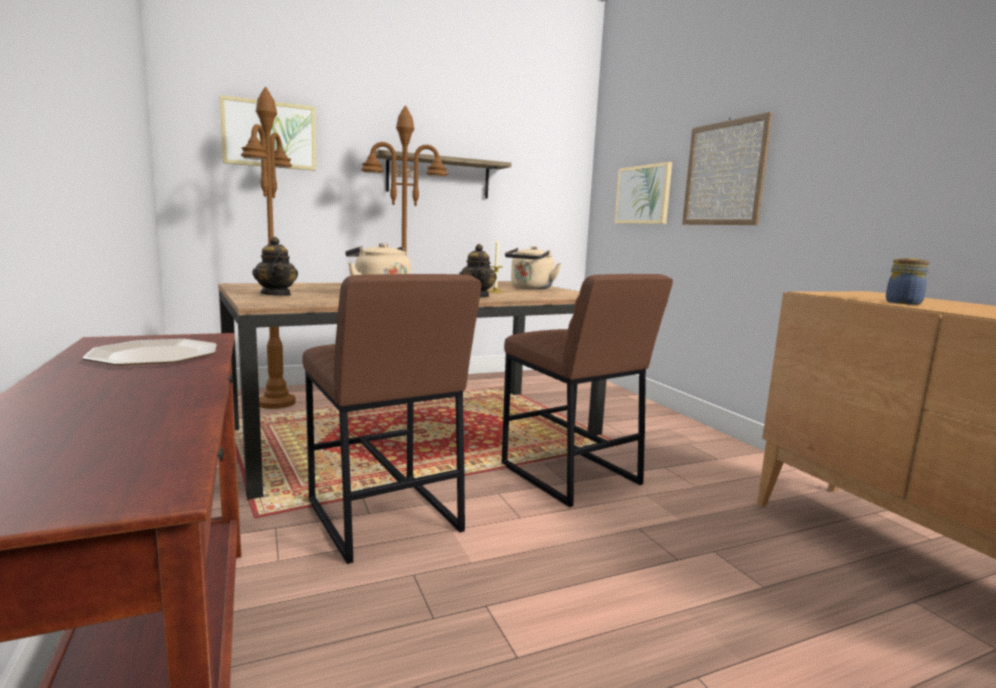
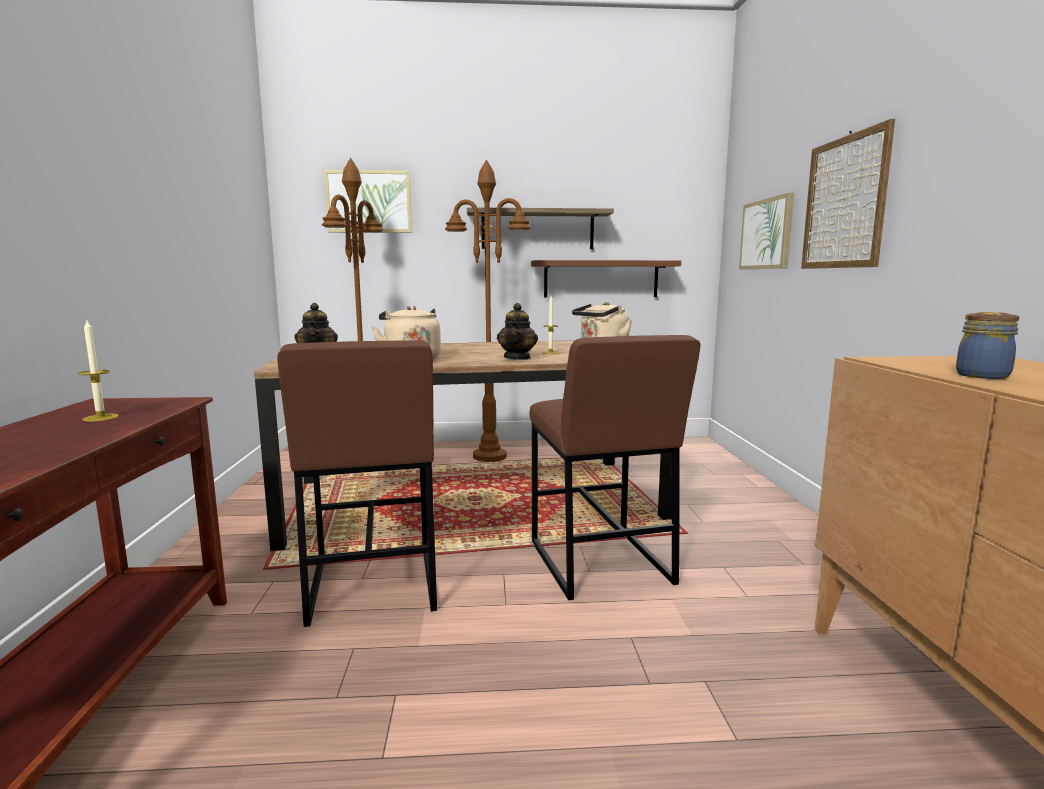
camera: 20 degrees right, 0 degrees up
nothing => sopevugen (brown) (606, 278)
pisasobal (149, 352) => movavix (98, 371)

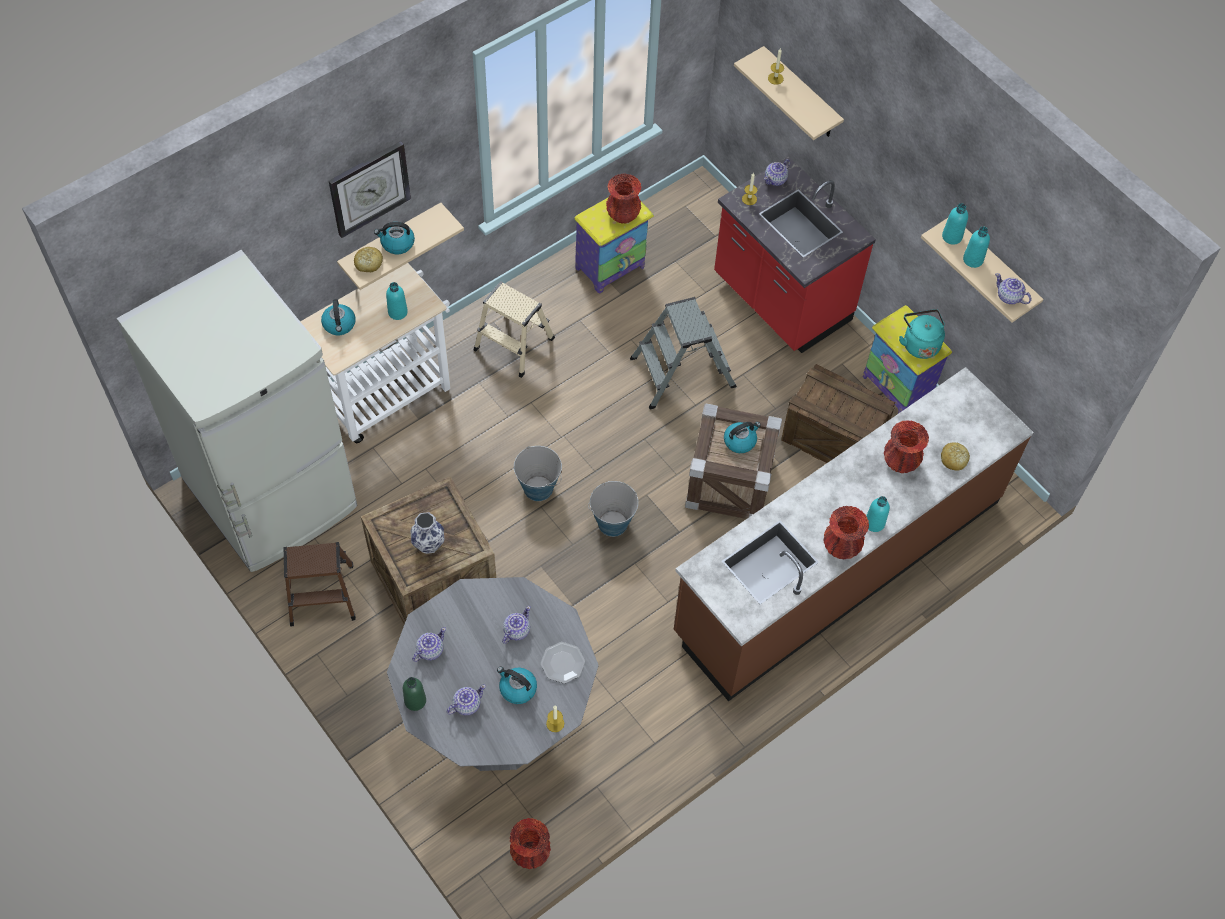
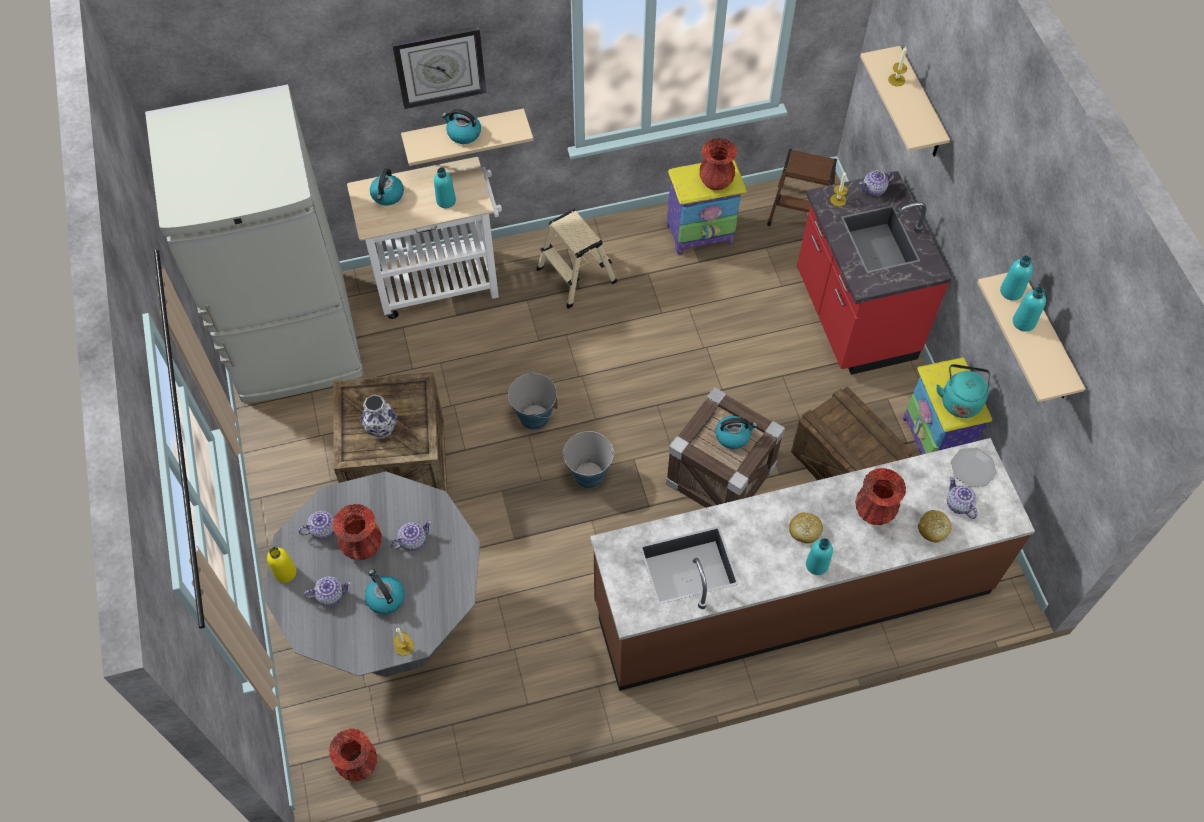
camera: 25 degrees right, 0 degrees up
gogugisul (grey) (683, 353) => nothing
gogugisul (brown) (320, 584) => gogugisul (brown) (802, 187), relocated
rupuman (368, 259) => rupuman (806, 528), relocated
pisasobal (563, 662) => pisasobal (974, 467), relocated
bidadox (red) (846, 532) => bidadox (red) (357, 532), relocated
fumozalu (1013, 288) => fumozalu (962, 497), relocated
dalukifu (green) (414, 694) => dalukifu (yellow) (281, 565)

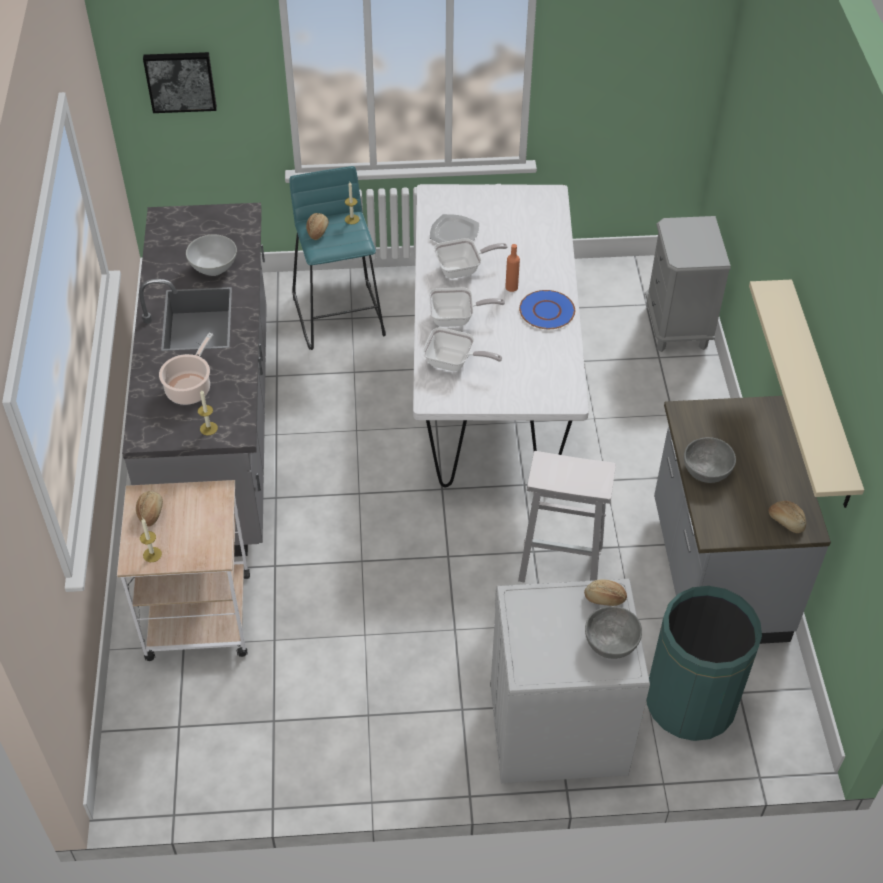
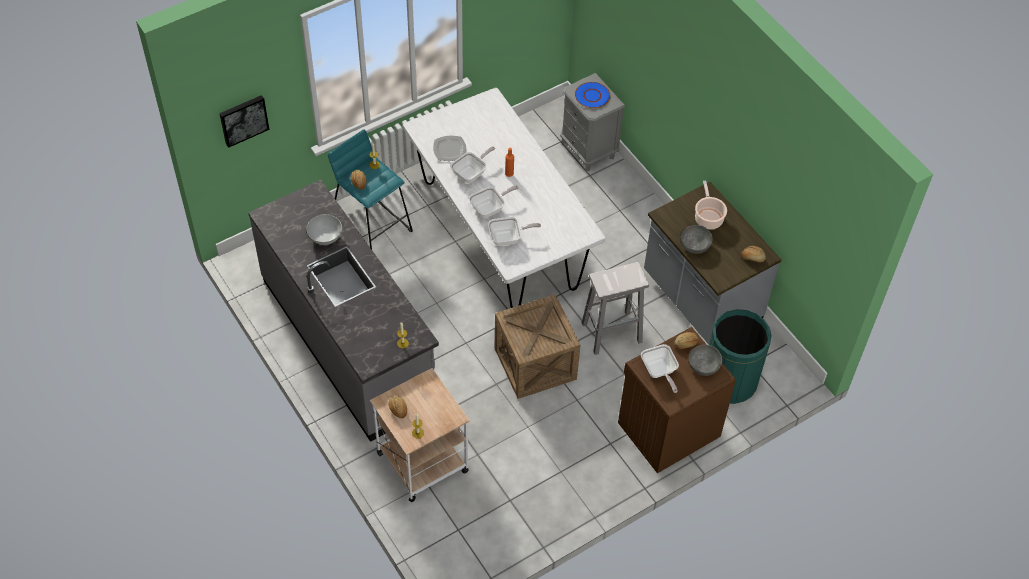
camera: 30 degrees left, 5 degrees up
sopevugen (beige) (806, 393) => nothing
nothing => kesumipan (537, 346)
nothing => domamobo (660, 368)
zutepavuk (186, 369) => zutepavuk (711, 205), relocated
pisasobal (blue) (547, 309) => pisasobal (blue) (592, 95), relocated
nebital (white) (570, 681) => nebital (brown) (677, 400)

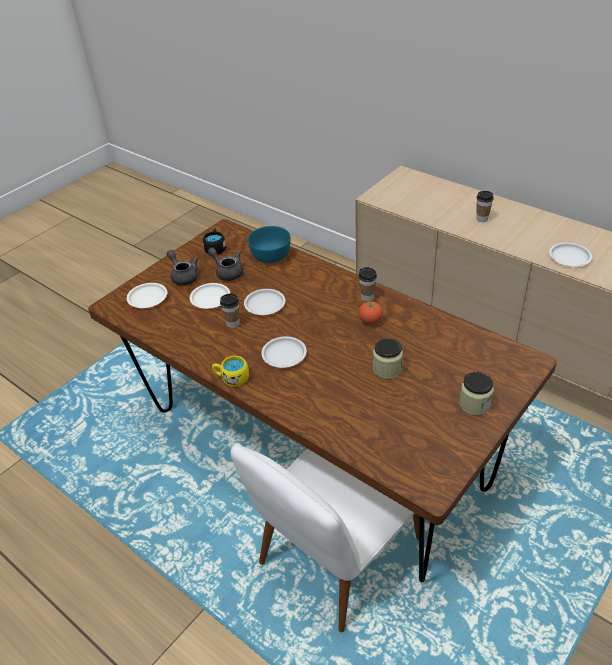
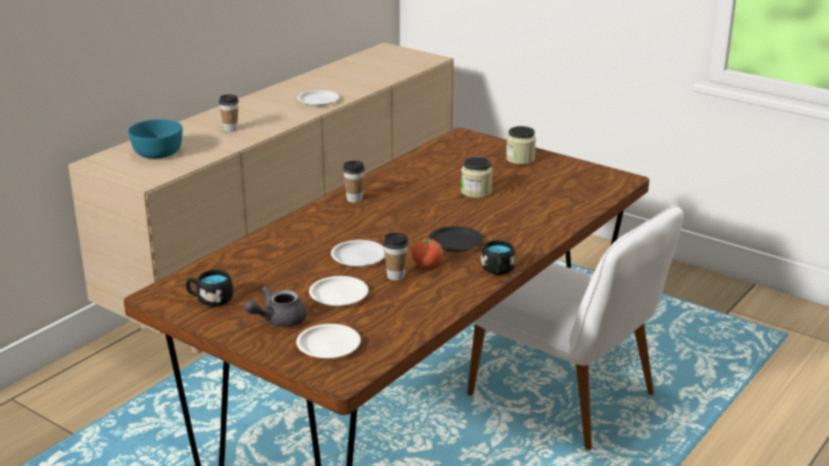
camera: 95 degrees left, 15 degrees down
fumozalu (grey) (225, 264) => nothing
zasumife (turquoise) (269, 244) => zasumife (turquoise) (155, 139), relocated
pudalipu (370, 312) => pudalipu (427, 253), relocated
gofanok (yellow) (230, 371) => gofanok (black) (498, 257)
pisasobal (white) (284, 352) => pisasobal (black) (456, 239)

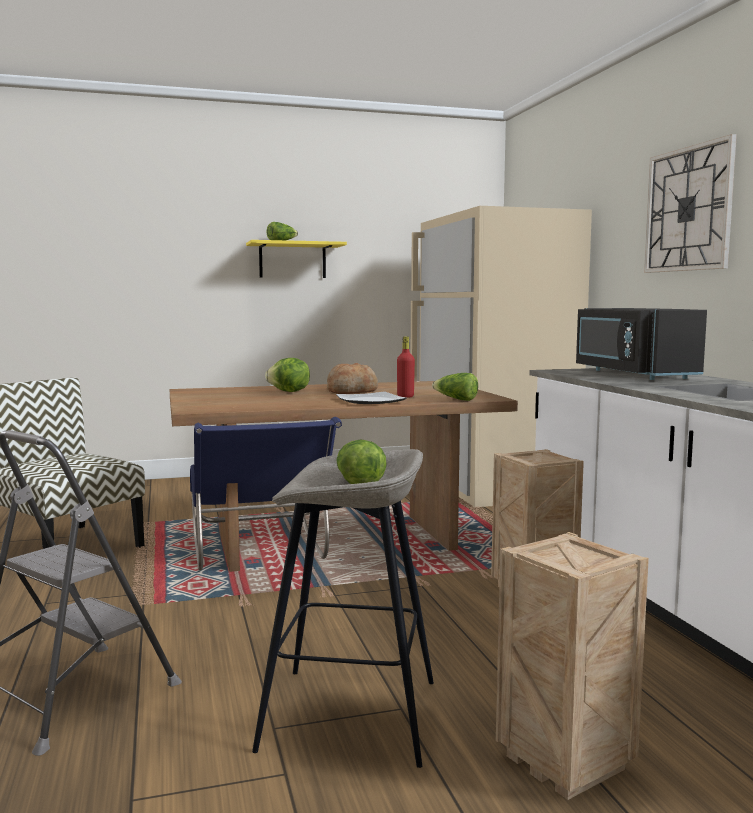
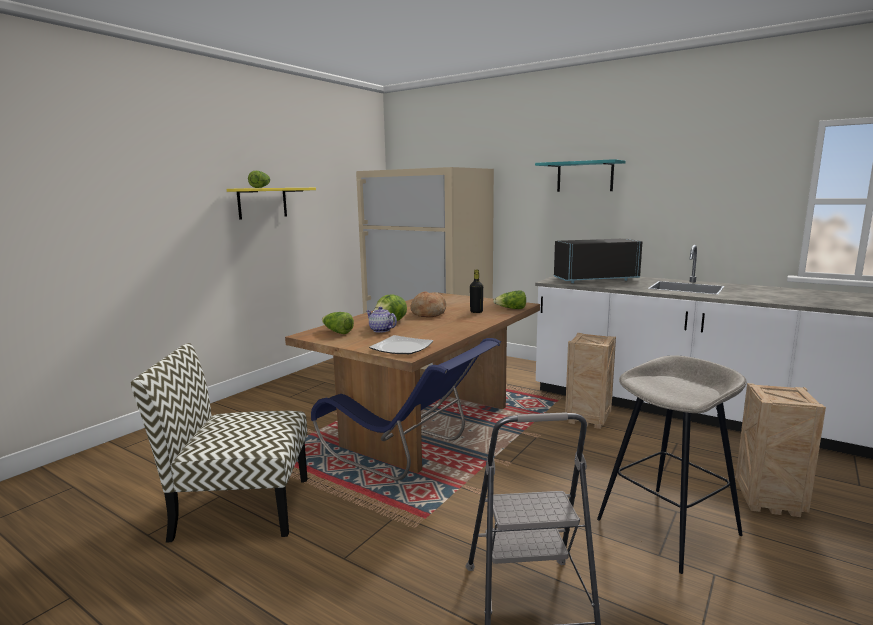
camera: 40 degrees left, 5 degrees up
nothing => fumozalu (381, 320)
pisasobal (371, 398) => pisasobal (401, 344), relocated
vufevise (361, 462) => vufevise (338, 323), relocated
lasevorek (690, 203) => sopevugen (turquoise) (580, 175)
dalukifu (red) (406, 367) => dalukifu (black) (476, 291)
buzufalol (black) (641, 344) => buzufalol (black) (598, 261), 135 degrees clockwise

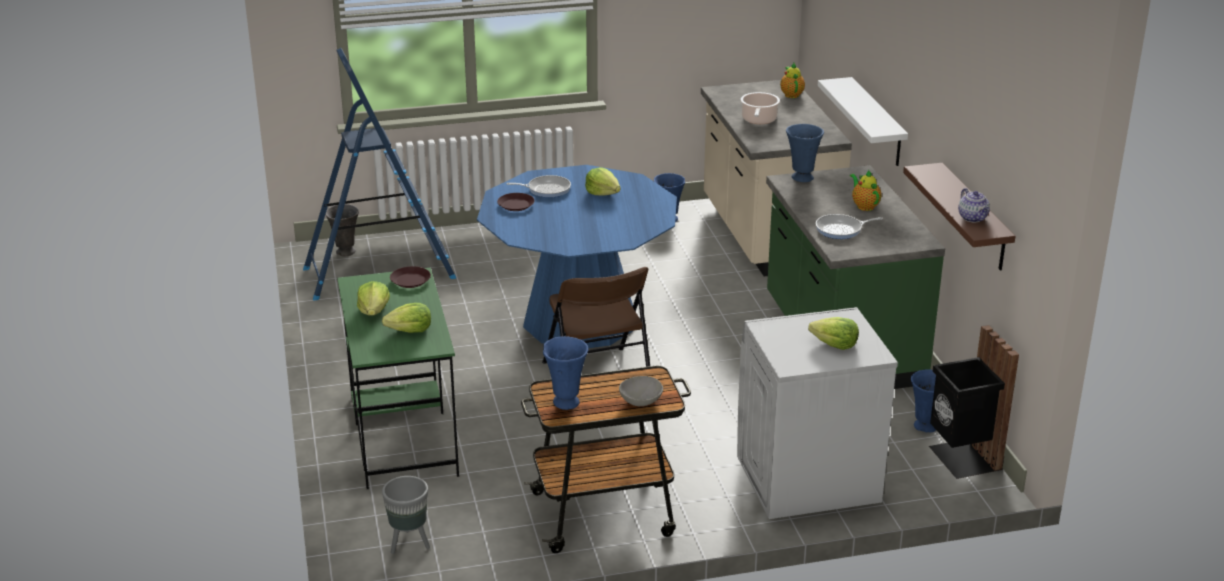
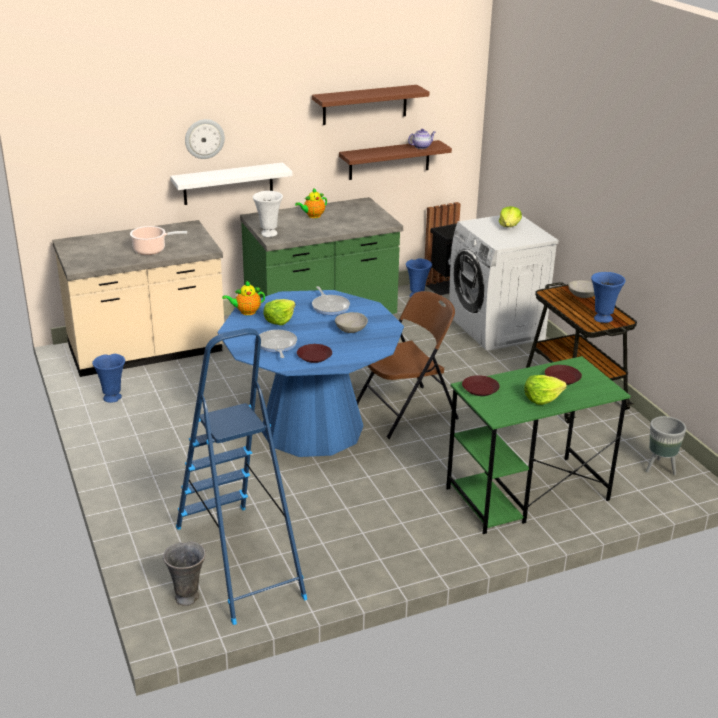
camera: 100 degrees left, 0 degrees up
nothing => lasevorek (205, 139)
nothing => sopevugen (brown) (370, 105)
nothing => zasumife (grey) (351, 322)
fumozalu (792, 80) => fumozalu (243, 297), relocated
domamobo (849, 226) => domamobo (331, 300), relocated
vufevise (406, 318) => pisasobal (brown) (563, 375)
bidadox (blue) (805, 153) => bidadox (white) (268, 214)

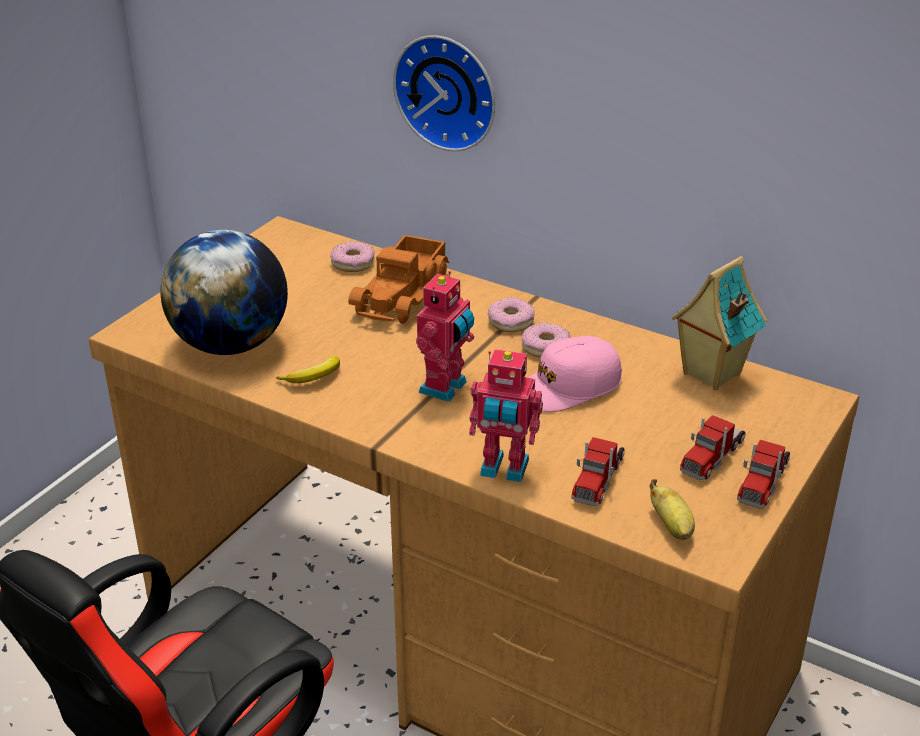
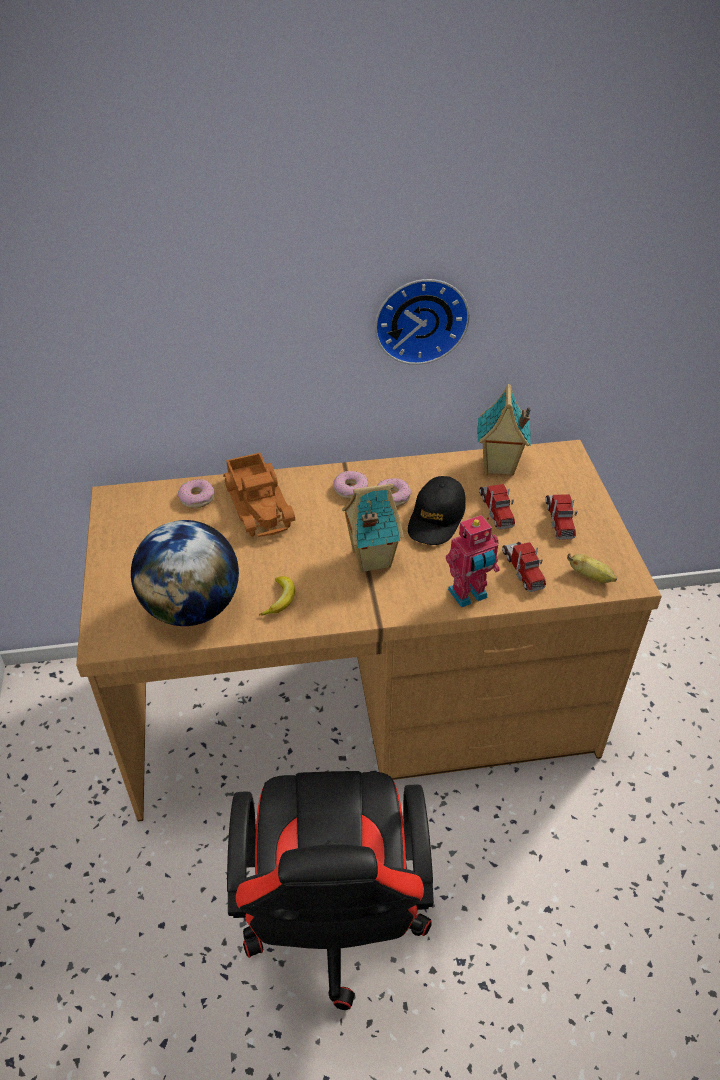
camera: 40 degrees left, 10 degrees up
lasevorek (444, 93) => lasevorek (422, 322), relocated
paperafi (763, 474) => paperafi (497, 506), relocated
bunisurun (445, 336) => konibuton (373, 528)
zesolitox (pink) (575, 374) => zesolitox (black) (437, 510)

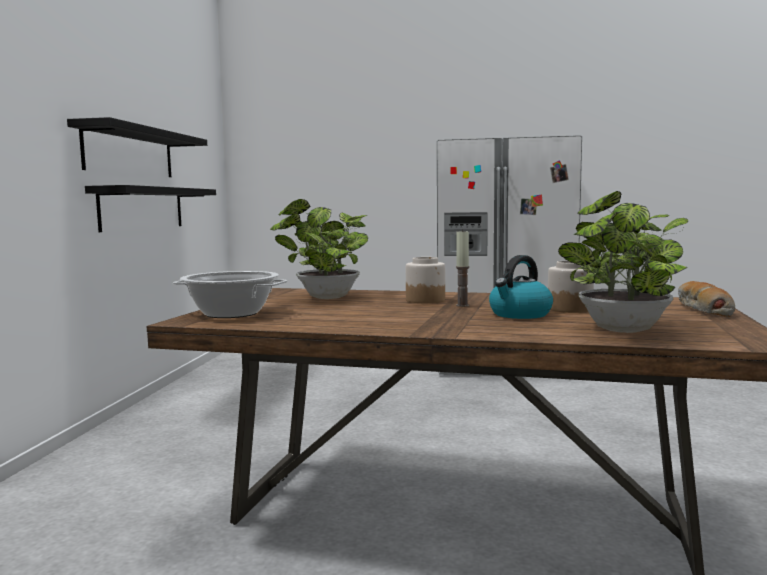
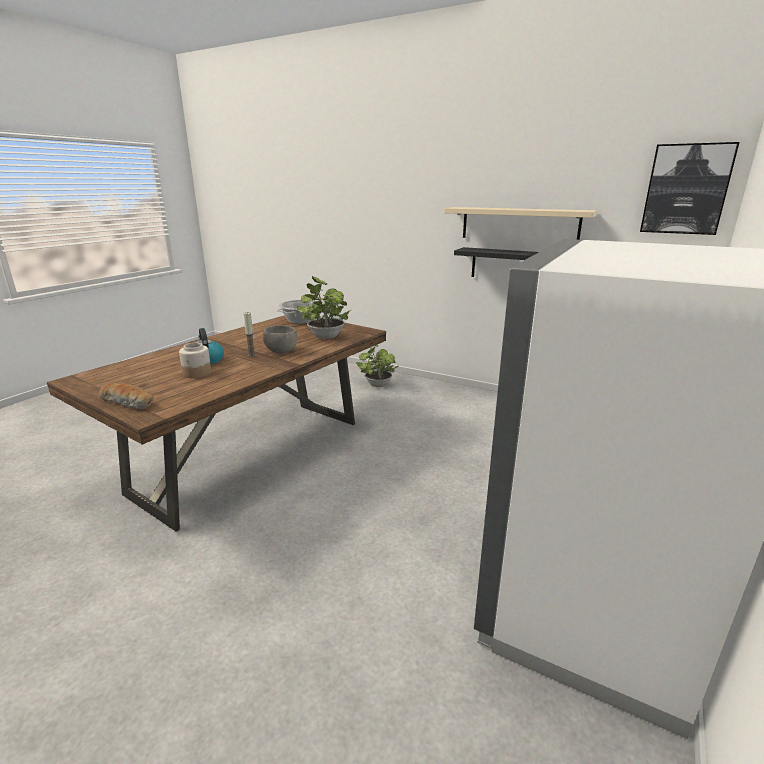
camera: 110 degrees right, 15 degrees up
nothing => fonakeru (690, 188)
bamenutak (623, 262) => bamenutak (377, 365), relocated
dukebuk (425, 280) => zasumife (grey) (280, 339)
sopevugen (black) (137, 147) => sopevugen (beige) (520, 223)

